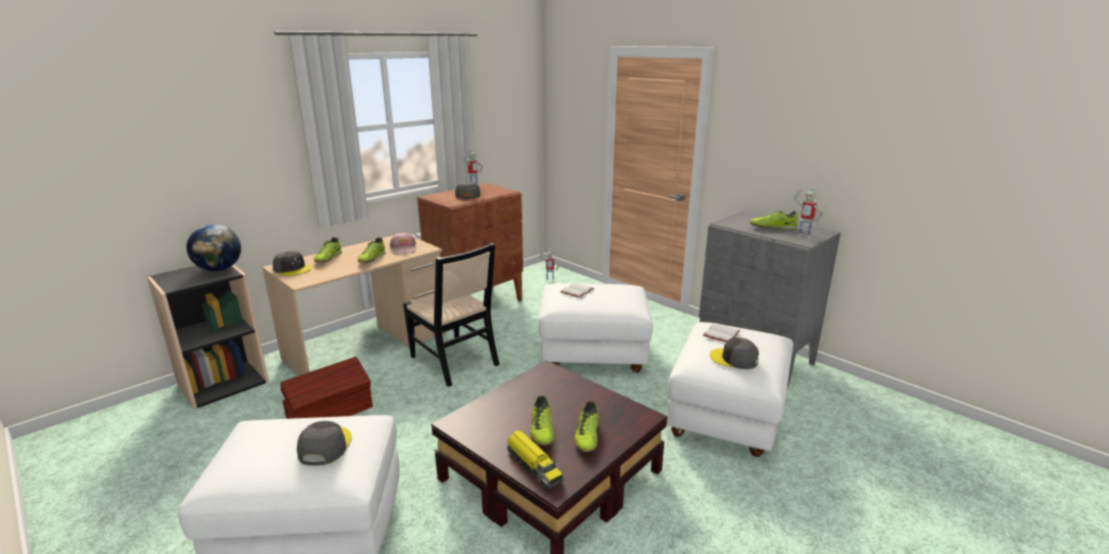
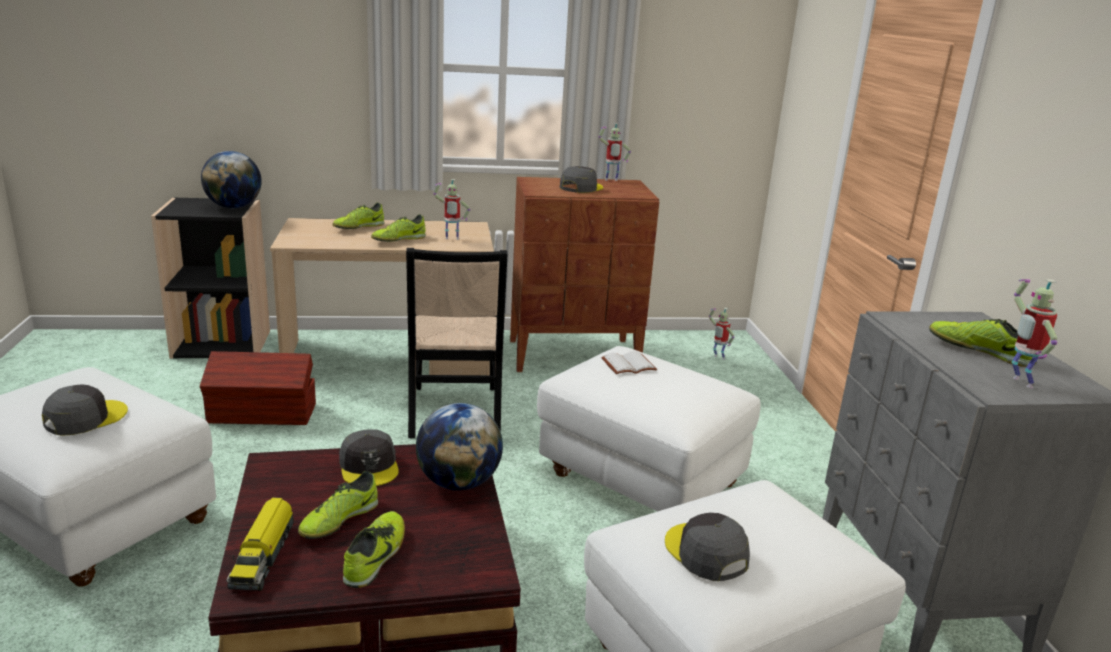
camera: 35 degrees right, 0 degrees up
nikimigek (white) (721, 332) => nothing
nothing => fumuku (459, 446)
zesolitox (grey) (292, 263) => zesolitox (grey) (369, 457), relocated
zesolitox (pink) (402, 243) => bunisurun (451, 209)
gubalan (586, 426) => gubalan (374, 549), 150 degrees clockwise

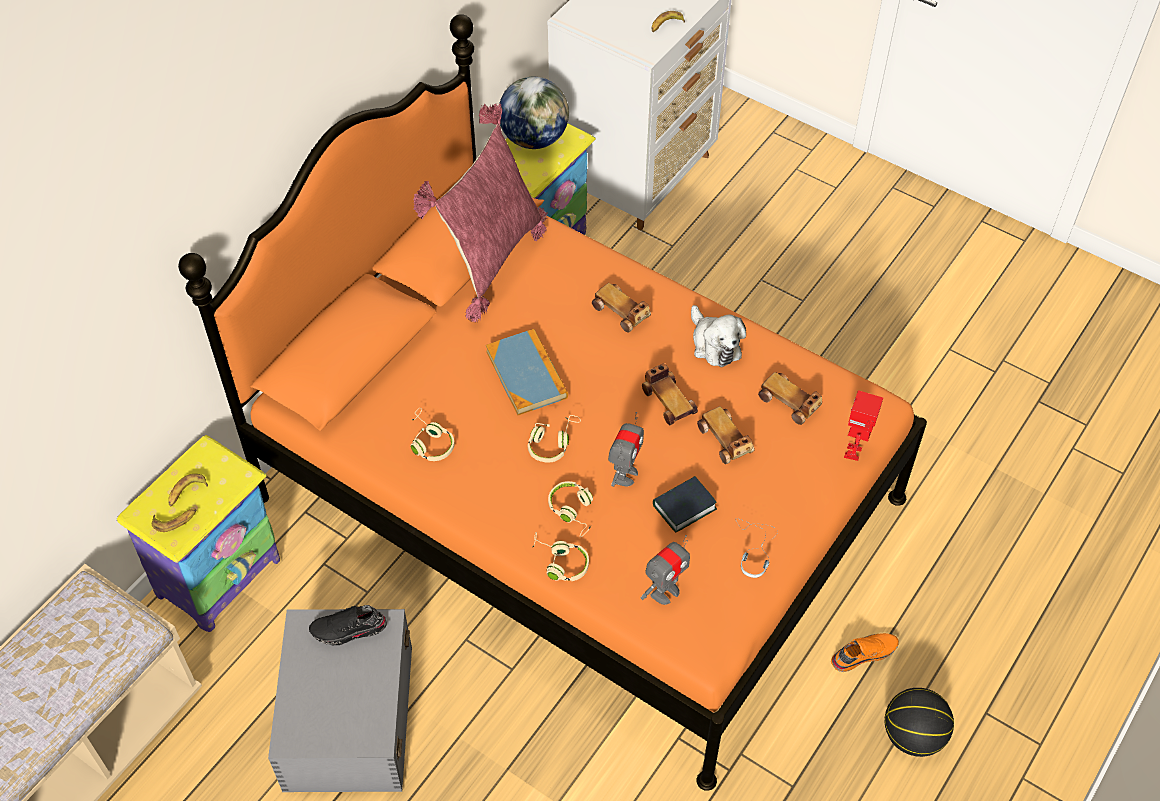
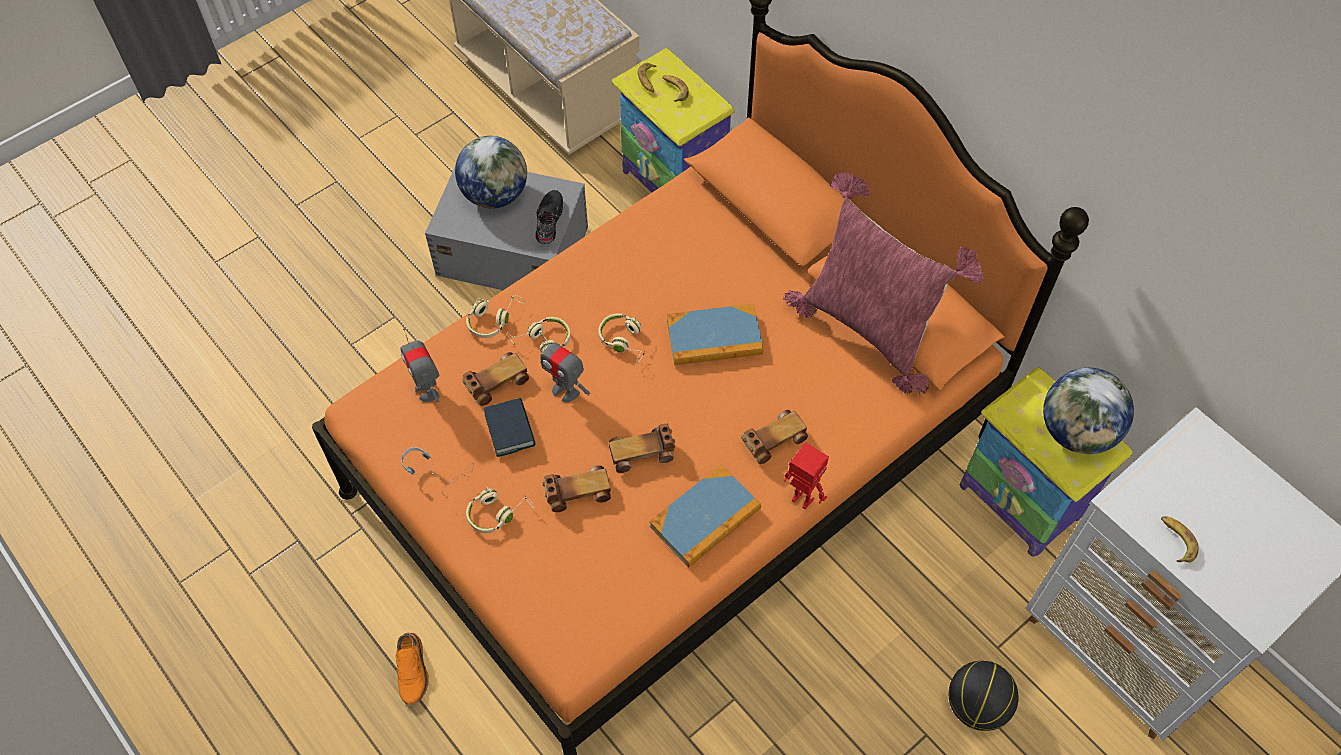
camera: 105 degrees right, 5 degrees up
nothing => fumuku (491, 172)
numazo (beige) (433, 434) => numazo (beige) (500, 510), relocated
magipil (790, 398) => magipil (496, 379), relocated
bunisurun (863, 425) => bunisurun (806, 475), relocated
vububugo (919, 722) => vububugo (984, 696), relocated
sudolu (718, 336) => nikimigek (705, 516)

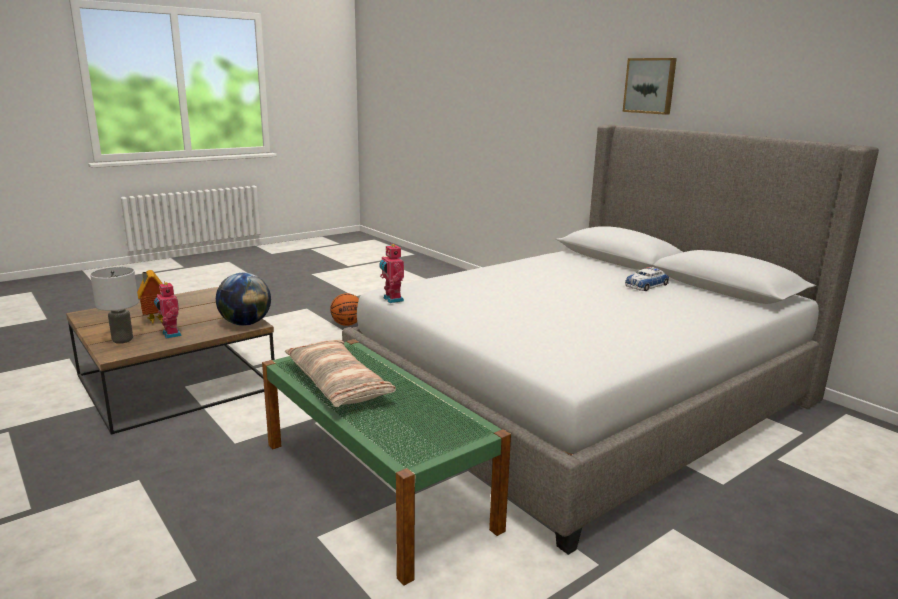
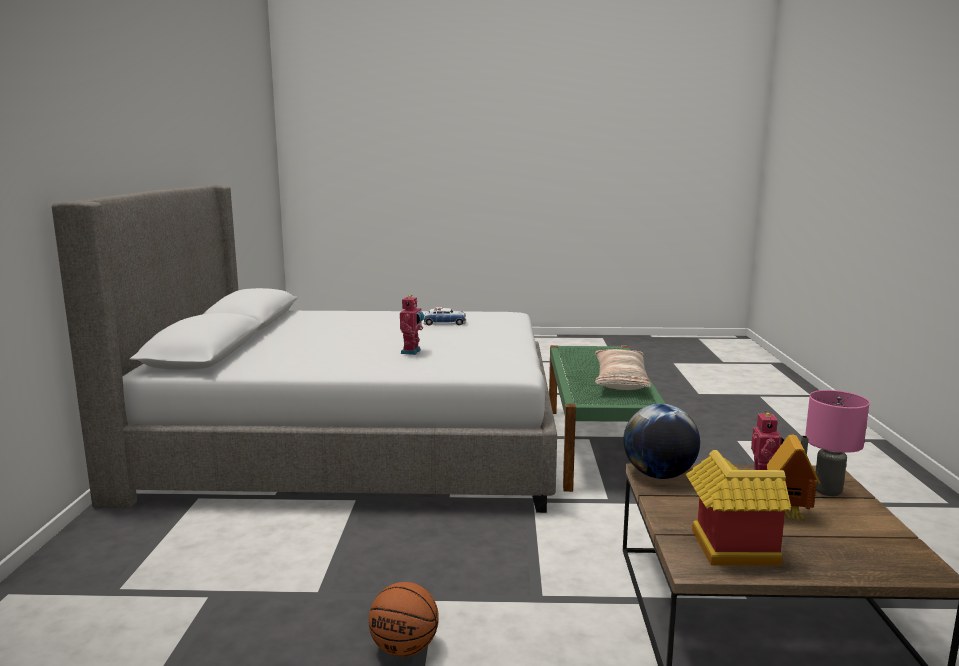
camera: 140 degrees left, 5 degrees down
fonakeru (650, 86) => nothing
nothing => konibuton (738, 508)
bunisurun (391, 273) => bunisurun (412, 325), relocated
magipil (647, 279) => magipil (444, 316), relocated
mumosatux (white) (114, 305) => mumosatux (pink) (837, 443)

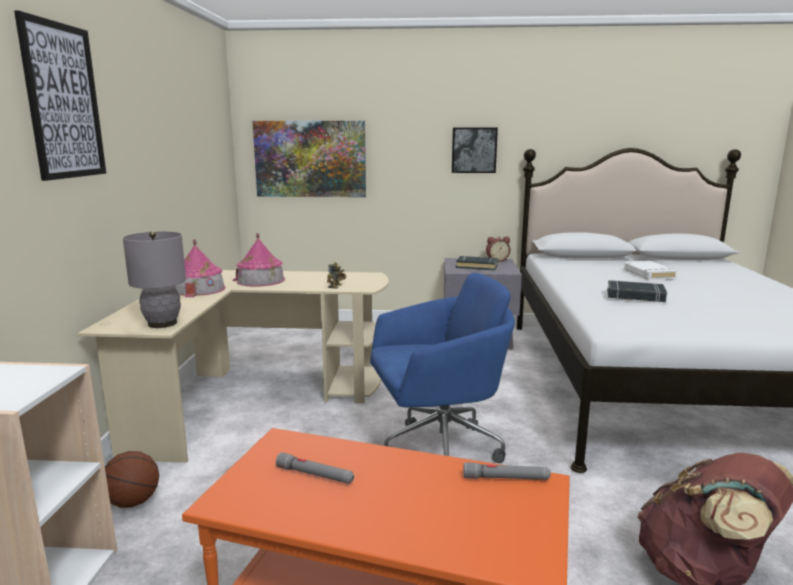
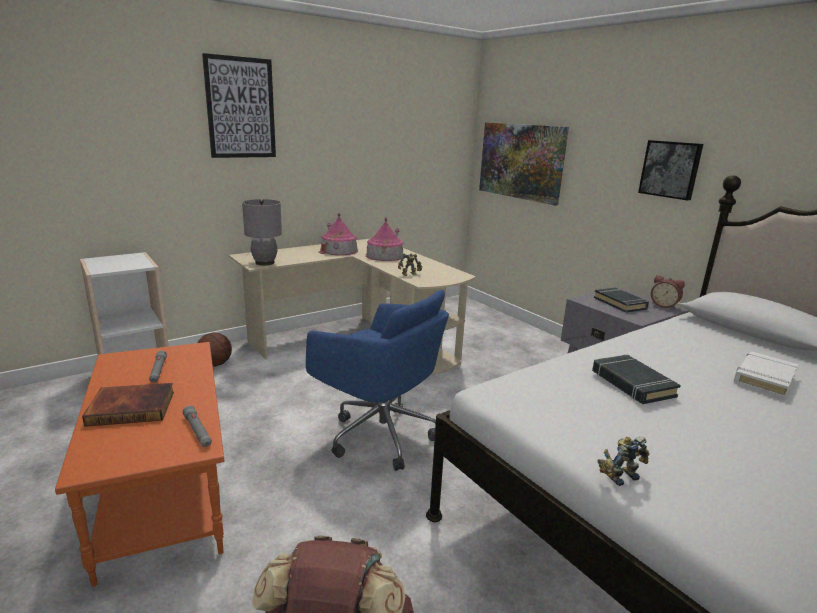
camera: 50 degrees right, 5 degrees up
nothing => nikimigek (128, 405)
nothing => bunisurun (623, 461)

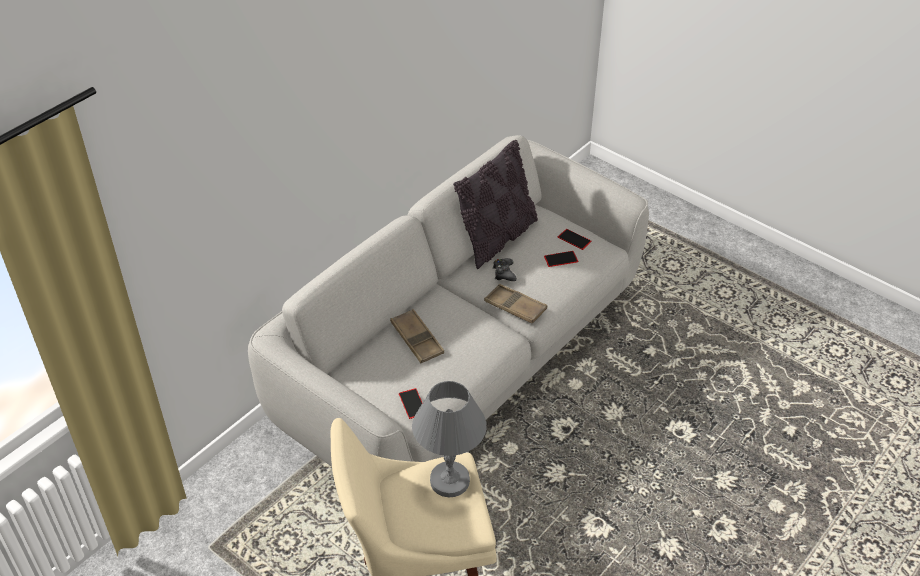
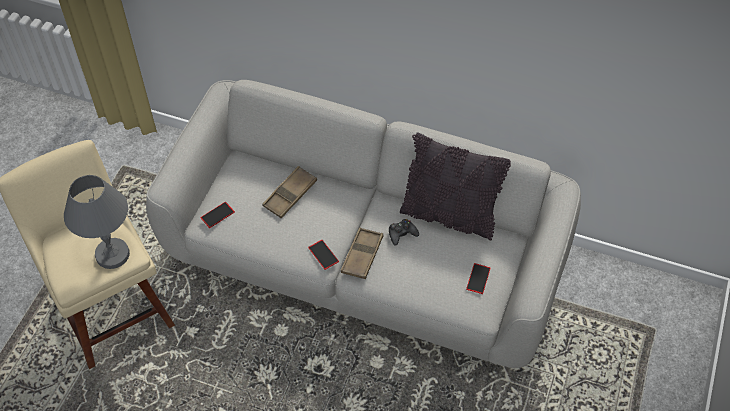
camera: 70 degrees right, 10 degrees up
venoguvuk (561, 259) => venoguvuk (323, 255), relocated

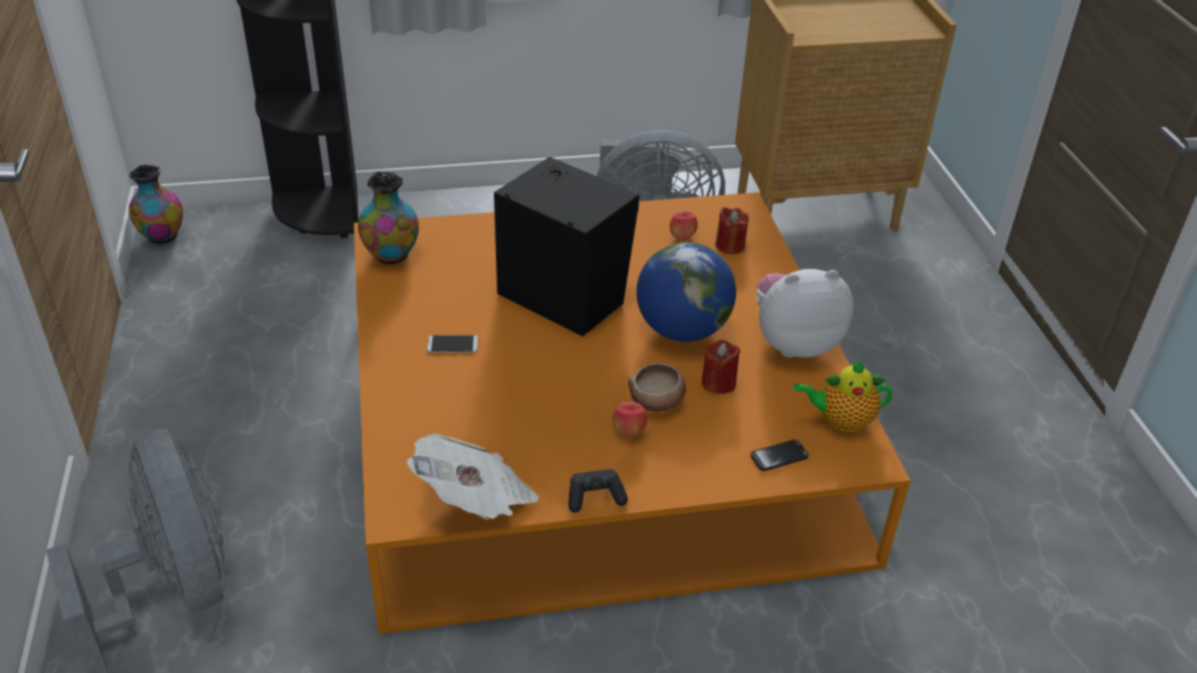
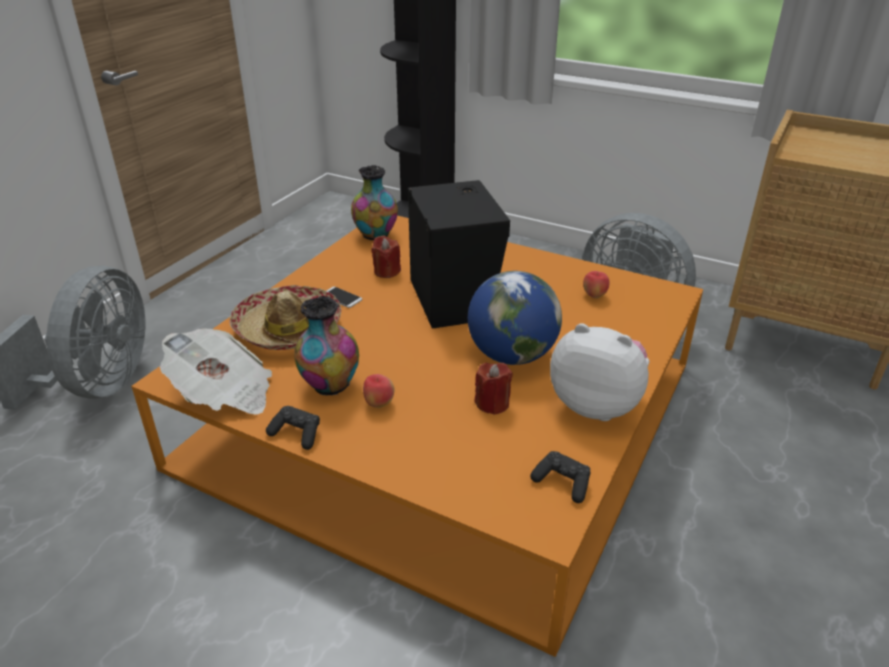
camera: 40 degrees right, 5 degrees down
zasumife (657, 387) => nothing
venoguvuk (779, 455) => nothing
nothing => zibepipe (285, 317)
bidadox (156, 204) => bidadox (326, 346), relocated
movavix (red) (731, 230) => movavix (red) (386, 257), relocated
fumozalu (843, 396) => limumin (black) (560, 477)

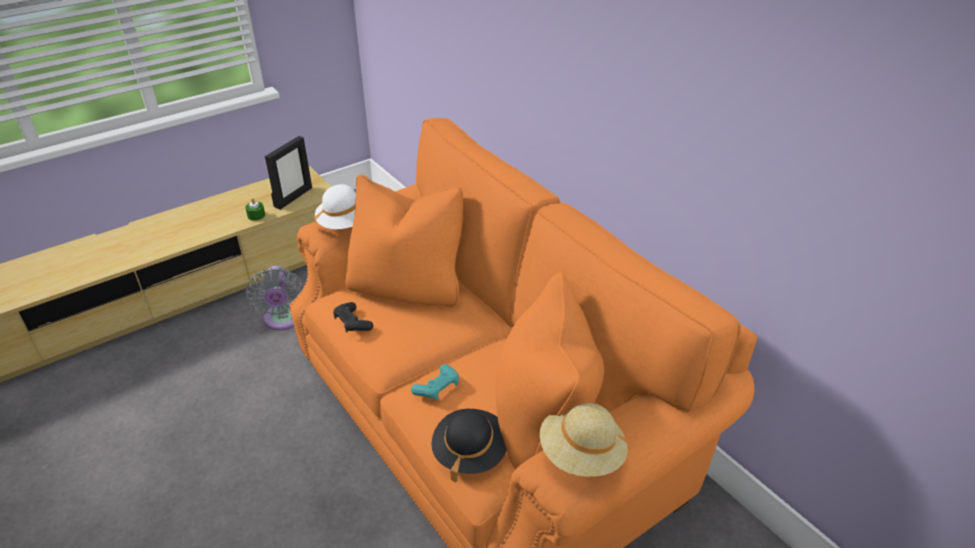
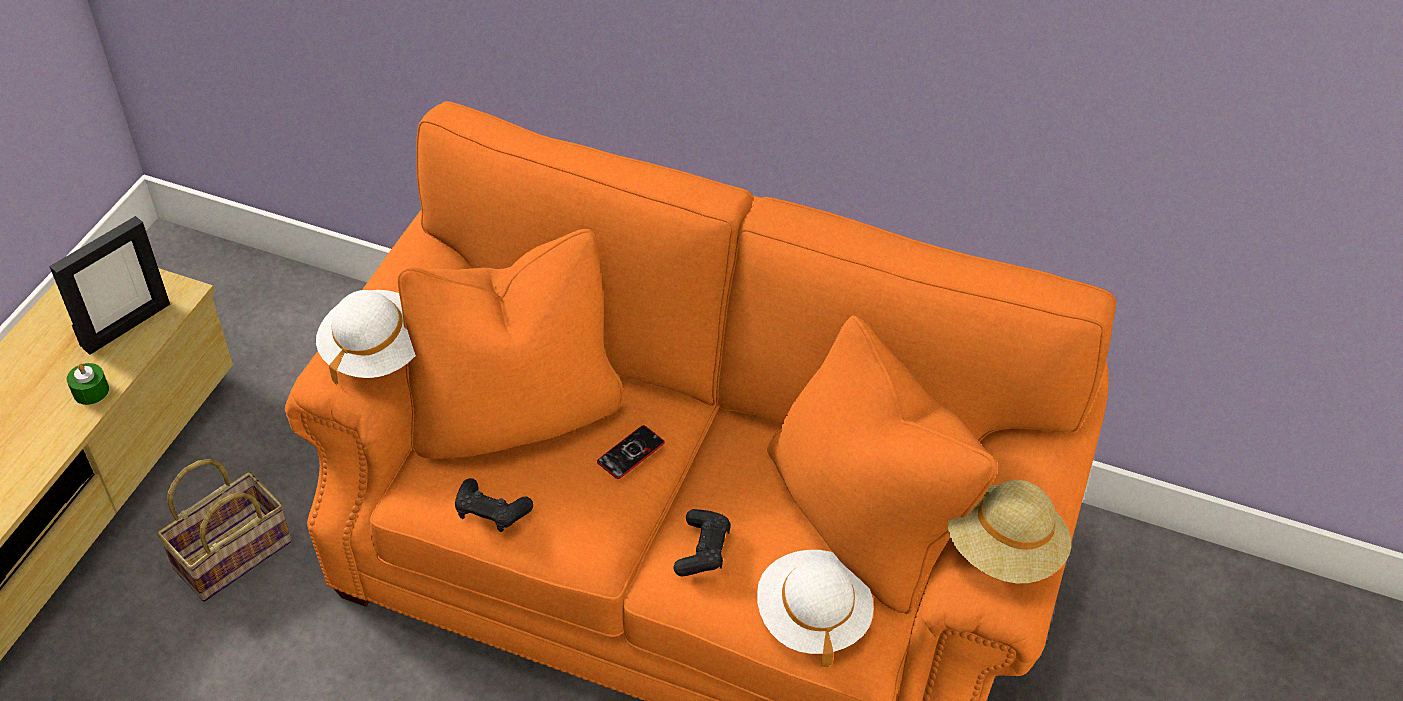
camera: 35 degrees left, 10 degrees up
nothing => venoguvuk (631, 452)
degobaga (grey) (275, 298) => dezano (224, 530)
limumin (turquoise) (435, 382) => limumin (black) (702, 543)
zibepipe (black) (469, 446) => zibepipe (white) (815, 608)
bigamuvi (288, 173) => bigamuvi (109, 285), 45 degrees clockwise

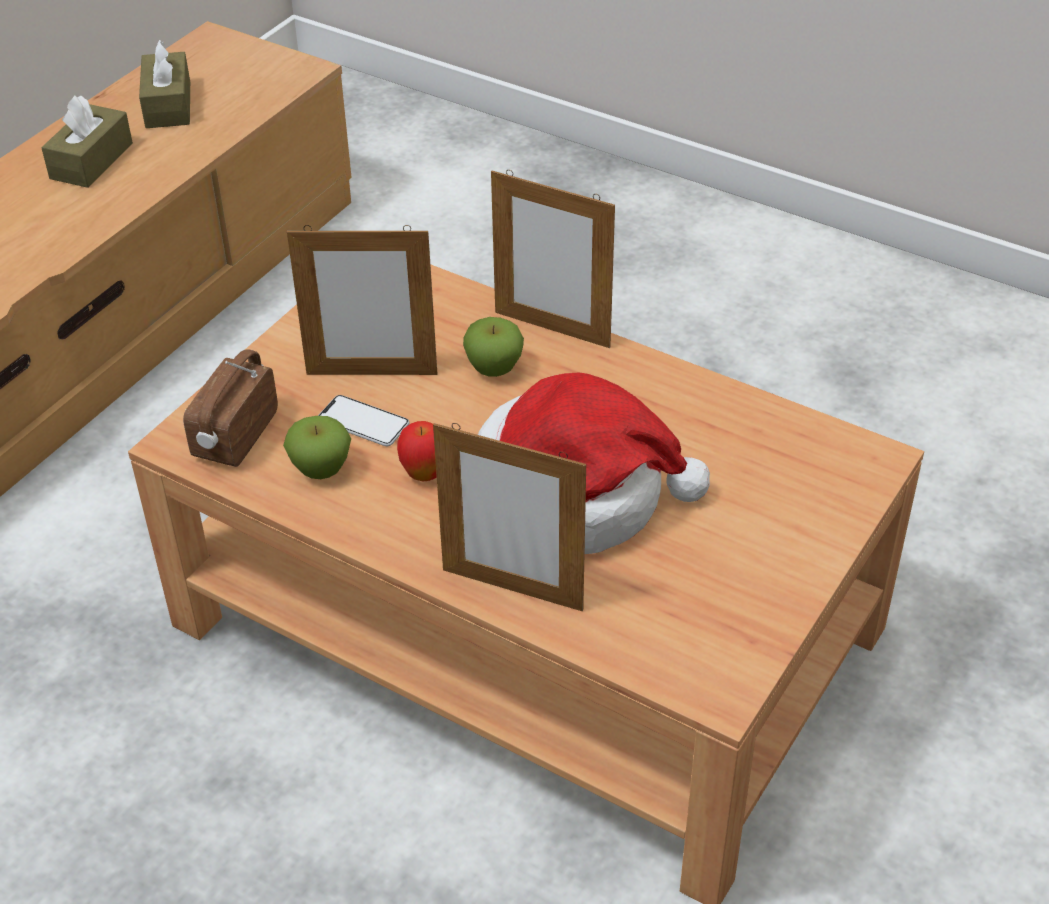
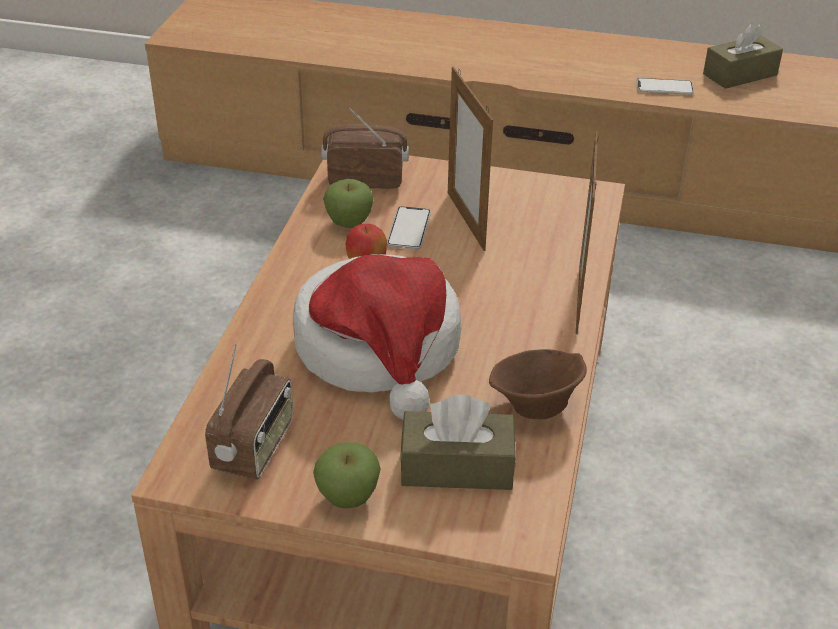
camera: 70 degrees right, 5 degrees down
bigamuvi (509, 517) => nothing
nothing => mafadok (249, 411)
nothing => zasumife (brown) (538, 384)
nothing => venoguvuk (665, 86)
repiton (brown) (87, 142) => repiton (brown) (458, 442), relocated
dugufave (493, 347) => dugufave (347, 475), relocated

